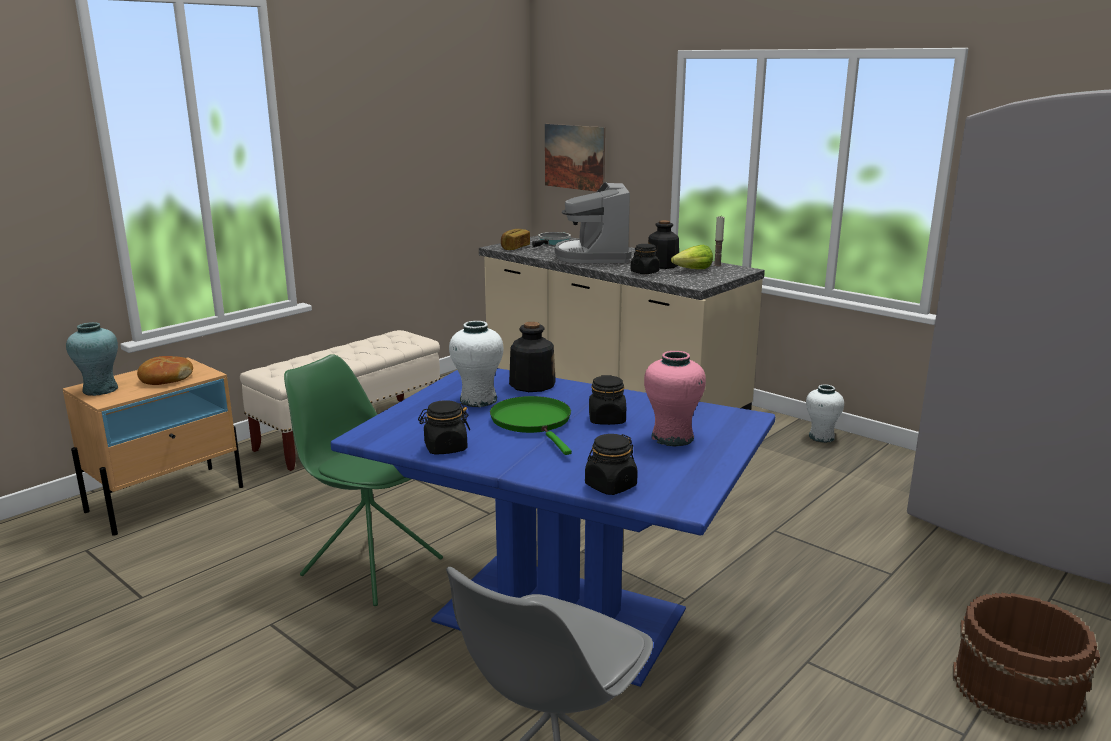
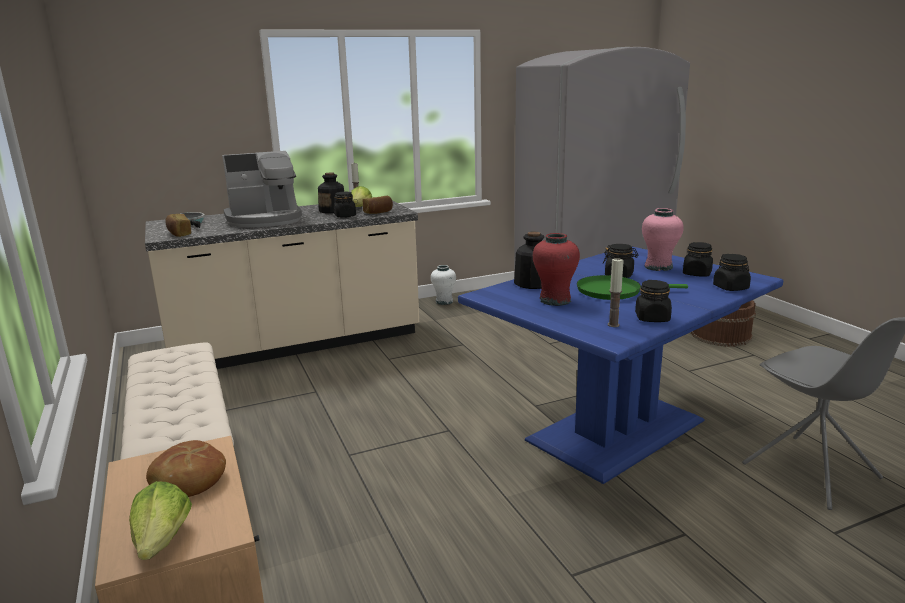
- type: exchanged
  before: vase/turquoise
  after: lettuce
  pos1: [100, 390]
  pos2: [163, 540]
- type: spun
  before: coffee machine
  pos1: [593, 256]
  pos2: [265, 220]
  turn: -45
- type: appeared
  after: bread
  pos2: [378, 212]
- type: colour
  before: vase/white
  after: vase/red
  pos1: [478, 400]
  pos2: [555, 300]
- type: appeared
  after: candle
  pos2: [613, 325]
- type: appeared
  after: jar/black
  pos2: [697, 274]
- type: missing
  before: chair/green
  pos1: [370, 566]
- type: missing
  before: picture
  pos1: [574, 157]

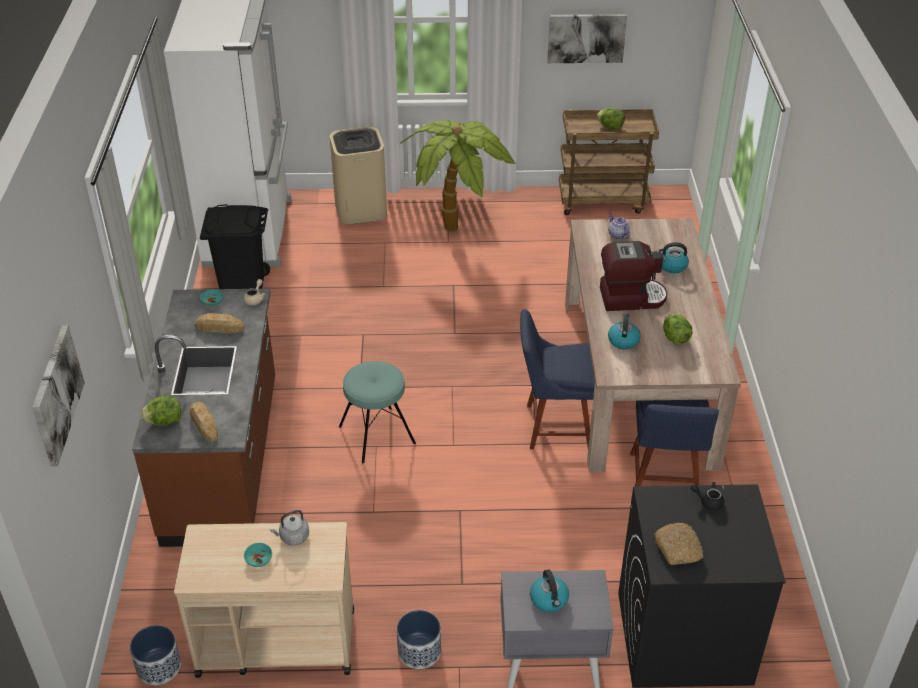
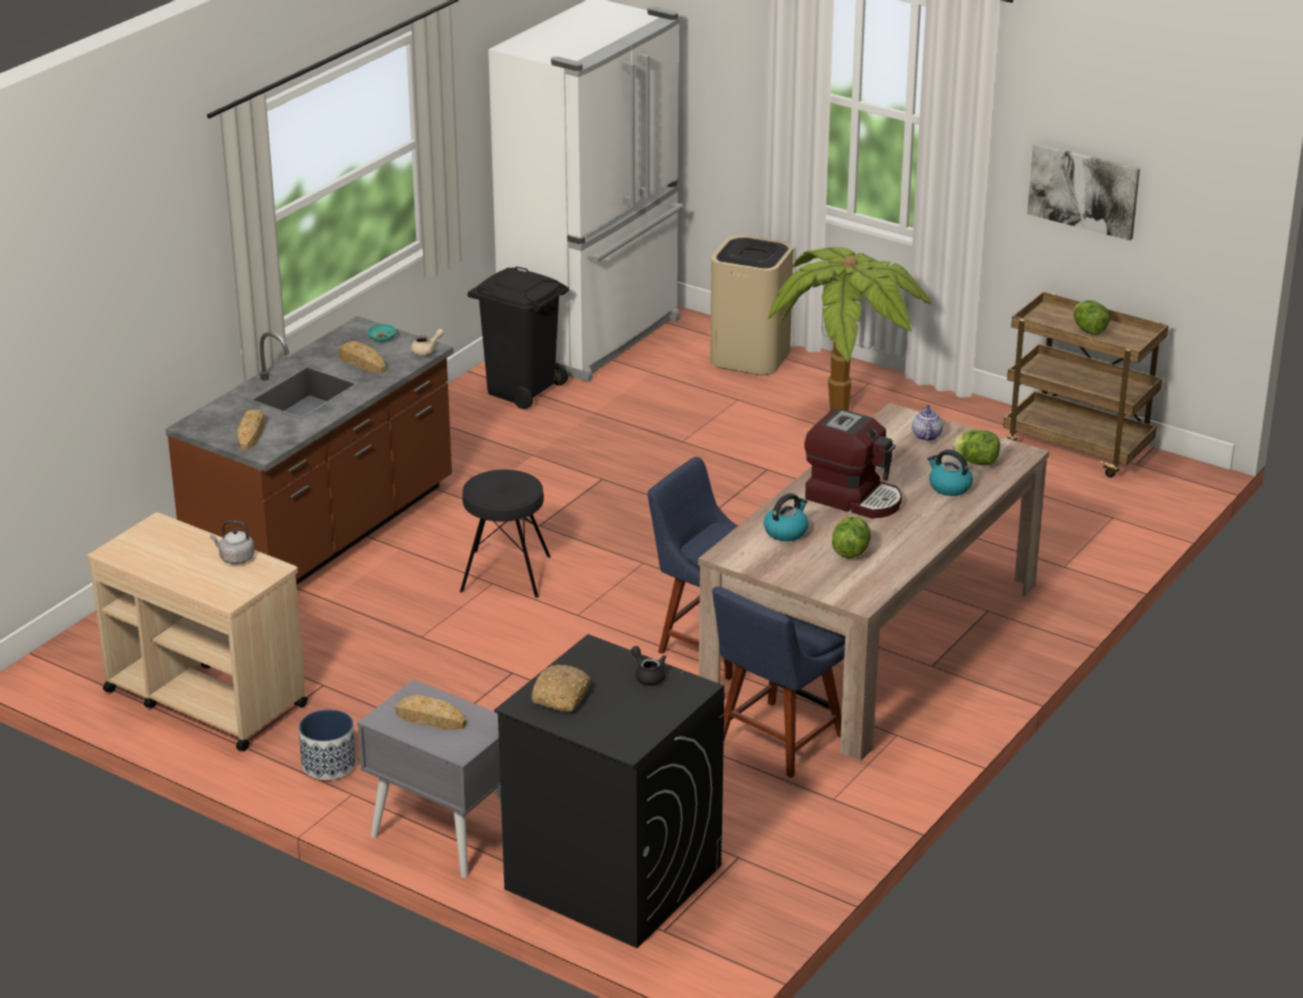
- type: exchanged
  before: kettle
  after: bread
  pos1: [549, 600]
  pos2: [430, 719]
- type: colour
  before: stool/turquoise
  after: stool/black
  pos1: [377, 435]
  pos2: [505, 574]
- type: relocated
  before: lettuce
  pos1: [164, 421]
  pos2: [976, 462]
- type: missing
  before: picture
  pos1: [56, 394]
- type: missing
  before: planter
  pos1: [159, 667]
- type: missing
  before: bowl/turquoise
  pos1: [259, 559]

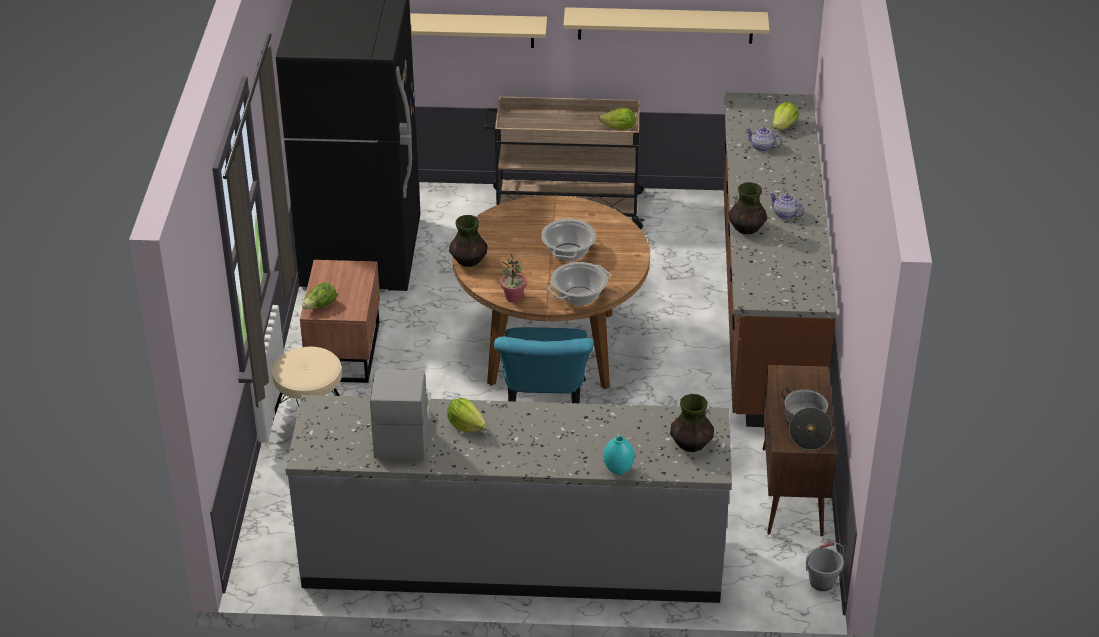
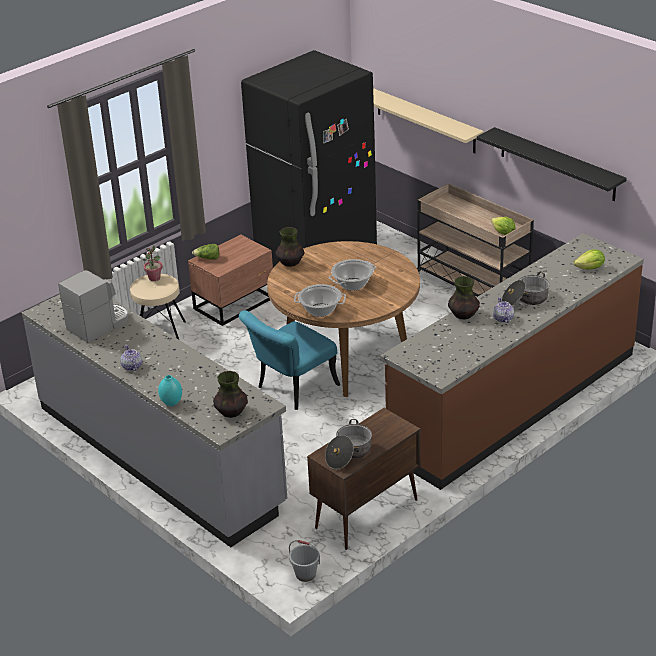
- type: relocated
  before: teapot
  pos1: [762, 147]
  pos2: [132, 367]
- type: relocated
  before: potted plant
  pos1: [513, 297]
  pos2: [154, 278]
- type: colour
  before: shelf/beige
  after: shelf/black
  pos1: [665, 25]
  pos2: [557, 164]
- type: appeared
  after: cooking pot
  pos2: [525, 299]
- type: missing
  before: lettuce
  pos1: [466, 425]

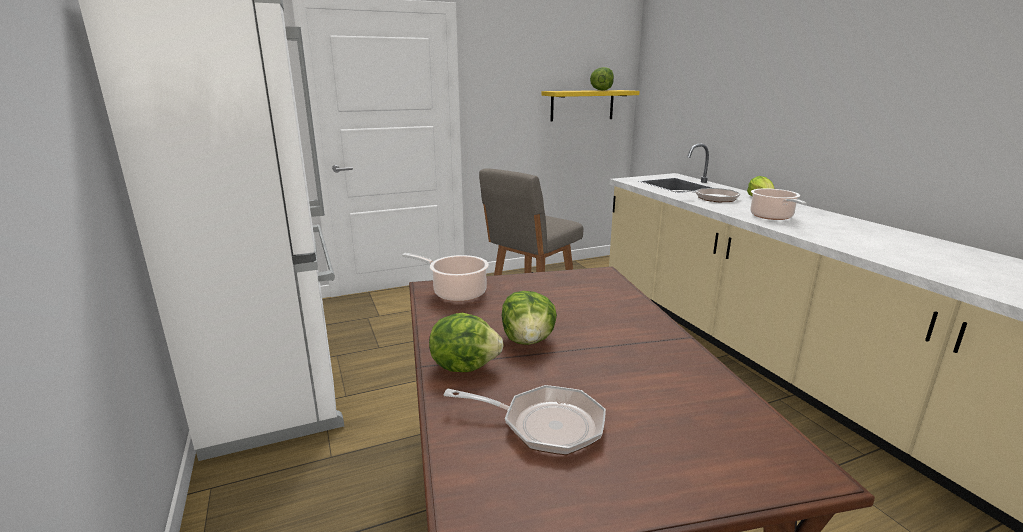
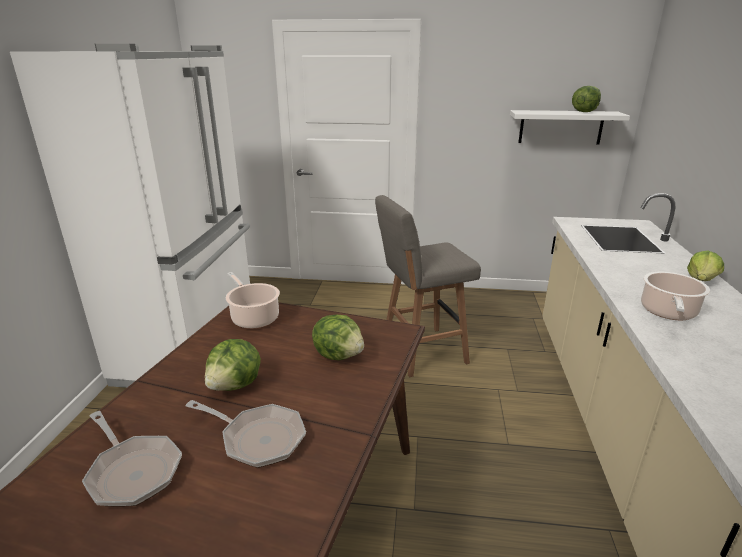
- type: relocated
  before: frying pan
  pos1: [712, 198]
  pos2: [258, 438]
- type: relocated
  before: lettuce
  pos1: [465, 366]
  pos2: [339, 354]
- type: colour
  before: shelf/yellow
  after: shelf/white
  pos1: [582, 105]
  pos2: [560, 127]

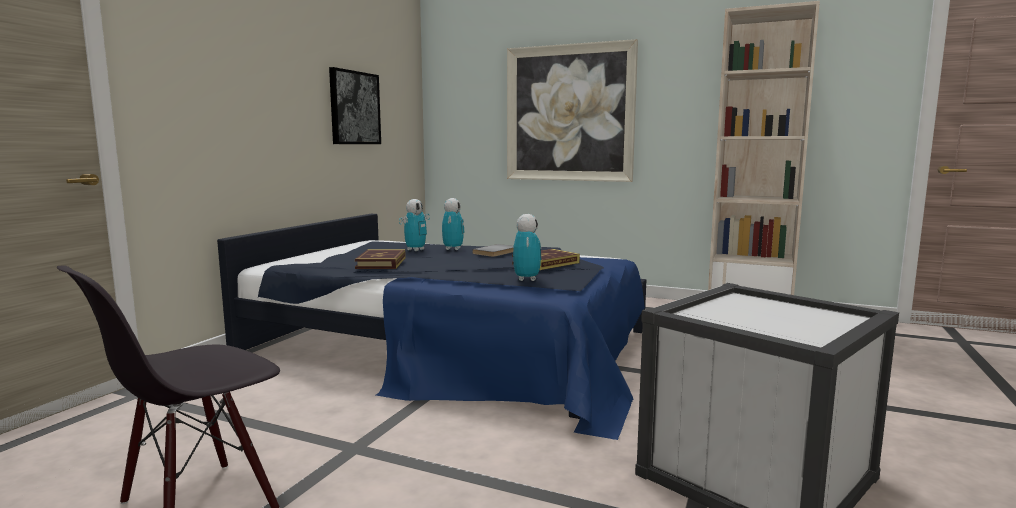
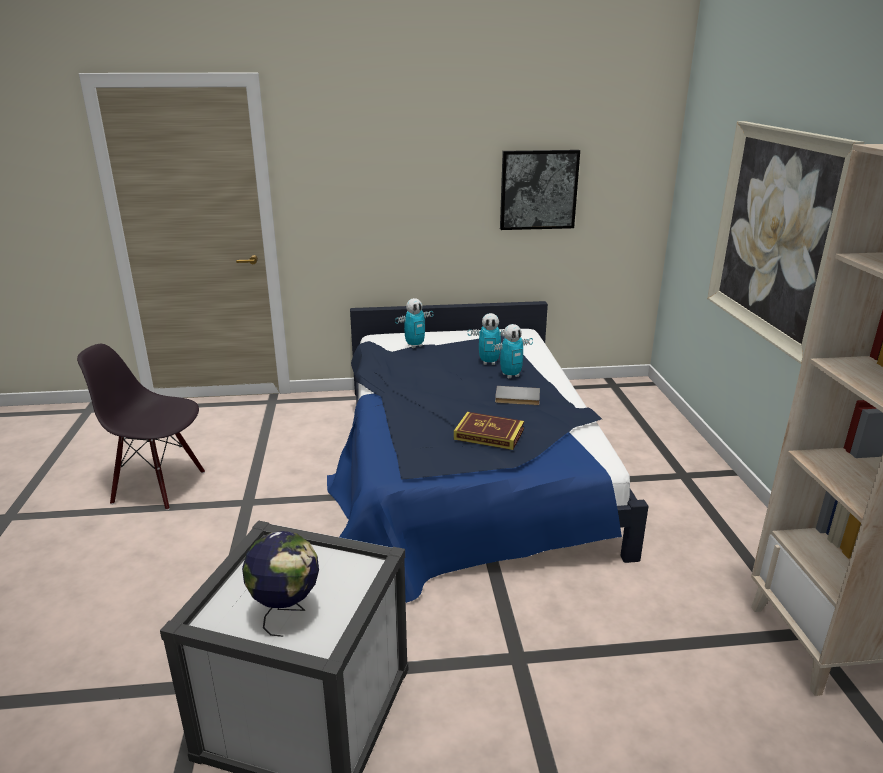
- type: appeared
  after: globe
  pos2: [286, 613]
- type: relocated
  before: toy robot
  pos1: [526, 279]
  pos2: [415, 345]
- type: missing
  before: book
  pos1: [381, 263]

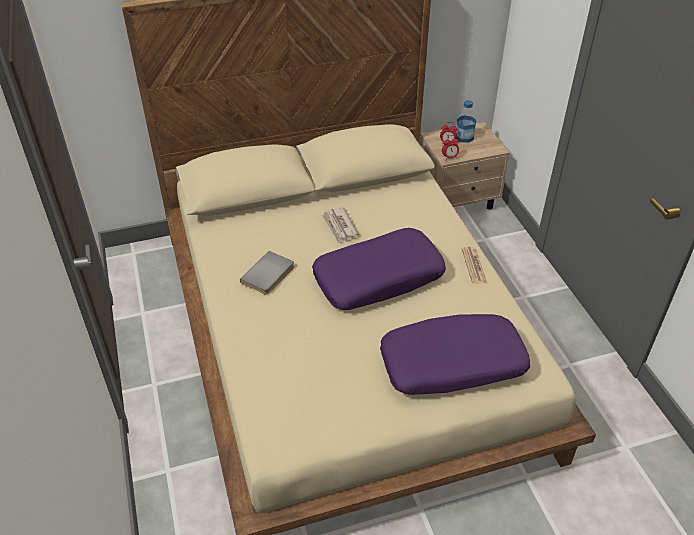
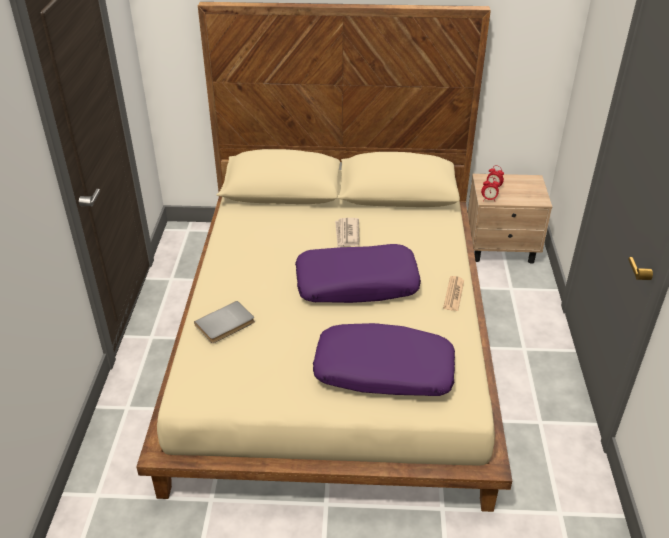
- type: relocated
  before: book/grey
  pos1: [269, 275]
  pos2: [226, 324]
- type: missing
  before: bottle
  pos1: [464, 137]

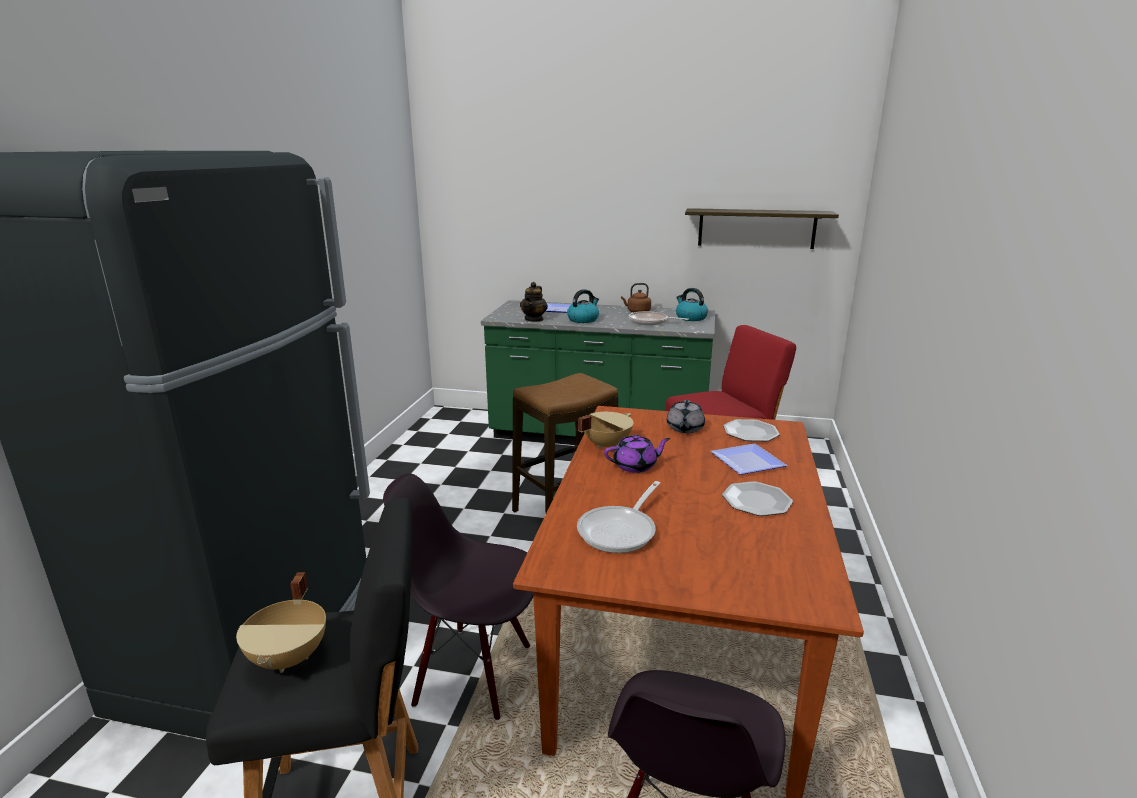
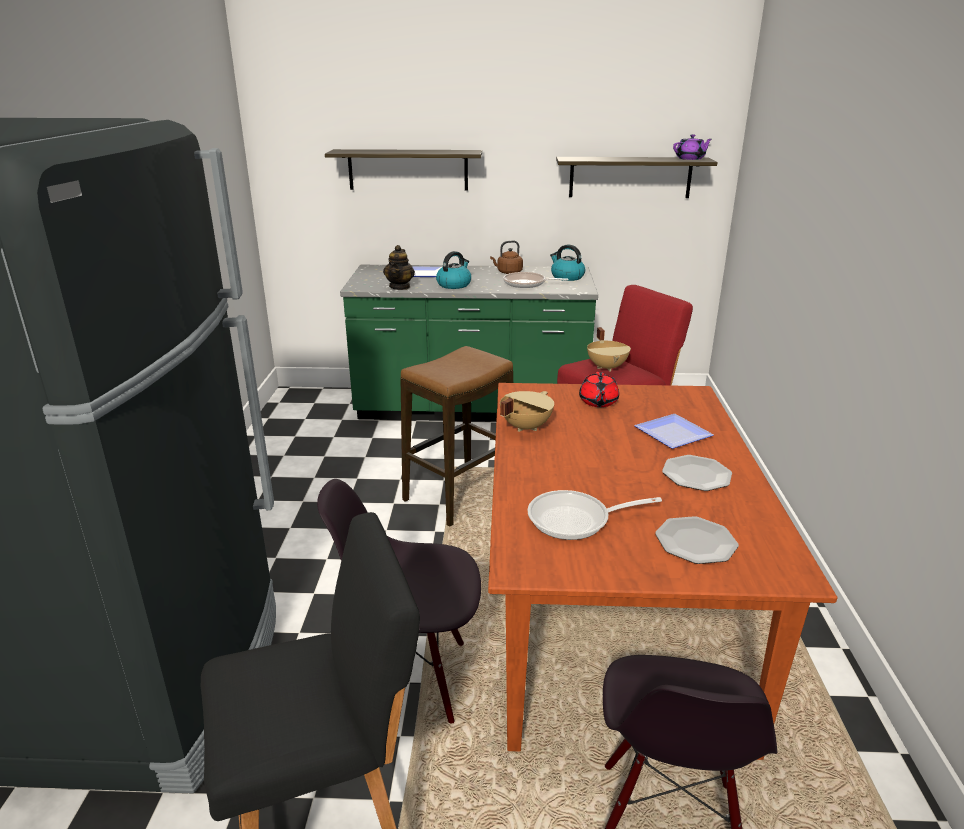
- type: appeared
  after: shelf
  pos2: [408, 170]
- type: spun
  before: frying pan
  pos1: [620, 531]
  pos2: [576, 520]
  turn: 60
- type: colour
  before: teapot/grey
  after: teapot/red
  pos1: [684, 428]
  pos2: [598, 402]
- type: relocated
  before: cooking pot/beige
  pos1: [290, 658]
  pos2: [607, 367]
- type: relocated
  before: plate
  pos1: [750, 432]
  pos2: [696, 542]
- type: relocated
  before: teapot/purple
  pos1: [635, 466]
  pos2: [690, 159]

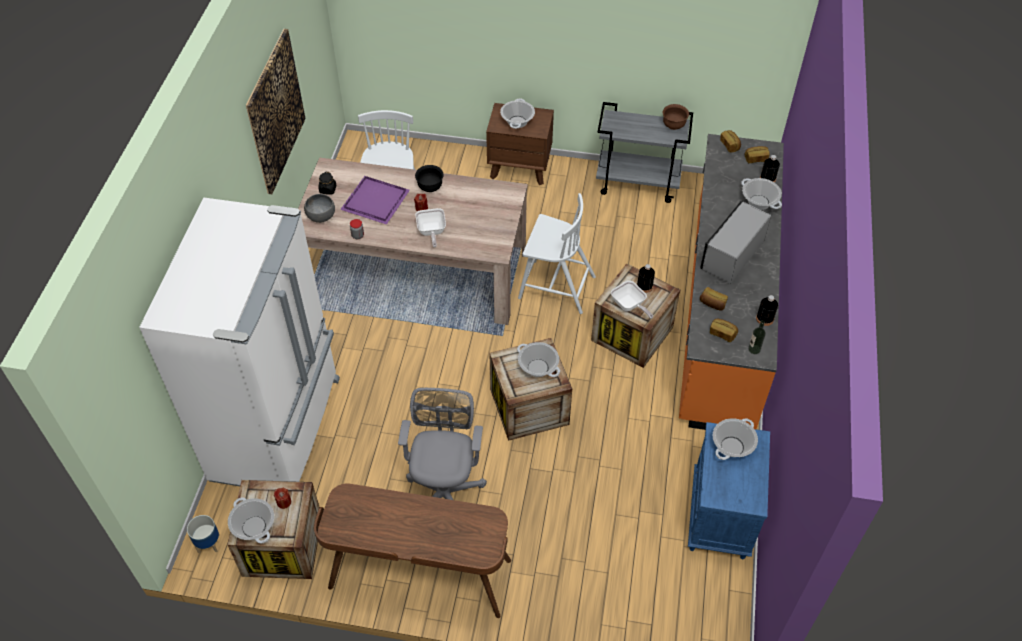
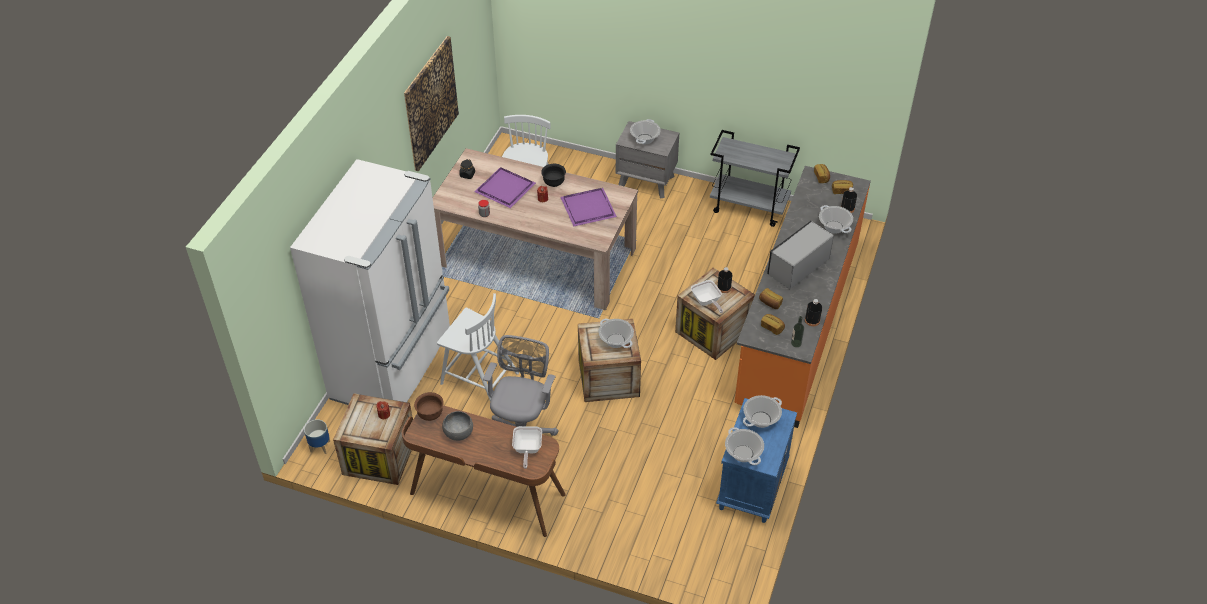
- type: relocated
  before: bowl/brown
  pos1: [673, 125]
  pos2: [430, 414]
- type: relocated
  before: chair/white
  pos1: [555, 287]
  pos2: [478, 377]
- type: relocated
  before: bowl/grey
  pos1: [321, 216]
  pos2: [458, 433]
- type: relocated
  before: frying pan
  pos1: [431, 232]
  pos2: [527, 450]
- type: appeared
  after: tray/purple
  pos2: [587, 209]
- type: colour
  before: nightstand/brown
  after: nightstand/grey
  pos1: [520, 167]
  pos2: [646, 181]
- type: relocated
  before: cooking pot
  pos1: [254, 527]
  pos2: [743, 453]

